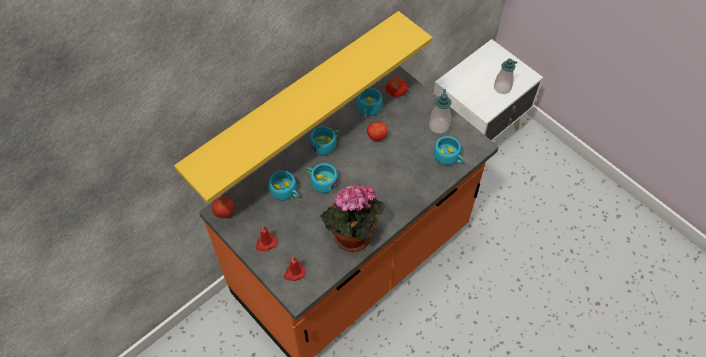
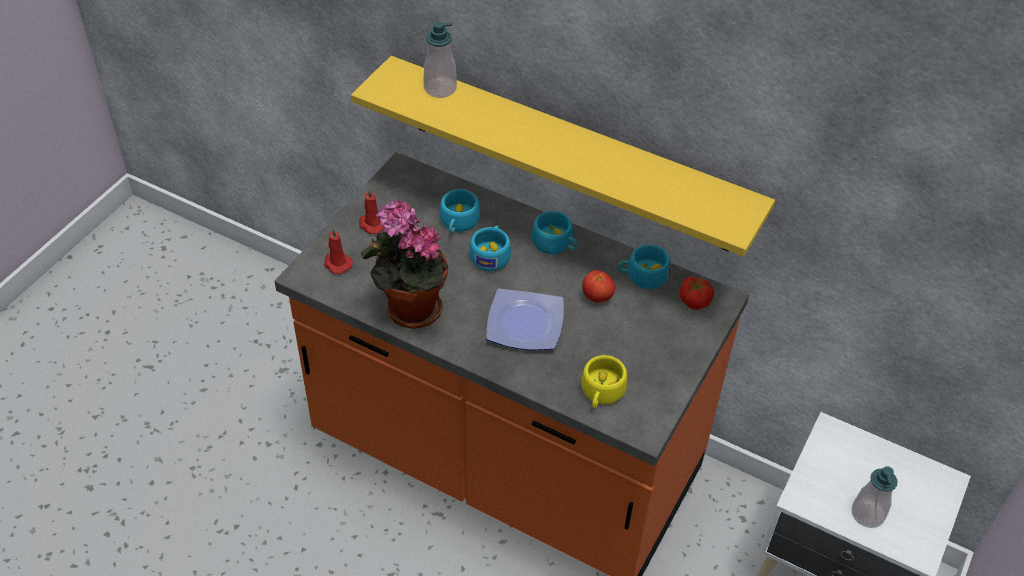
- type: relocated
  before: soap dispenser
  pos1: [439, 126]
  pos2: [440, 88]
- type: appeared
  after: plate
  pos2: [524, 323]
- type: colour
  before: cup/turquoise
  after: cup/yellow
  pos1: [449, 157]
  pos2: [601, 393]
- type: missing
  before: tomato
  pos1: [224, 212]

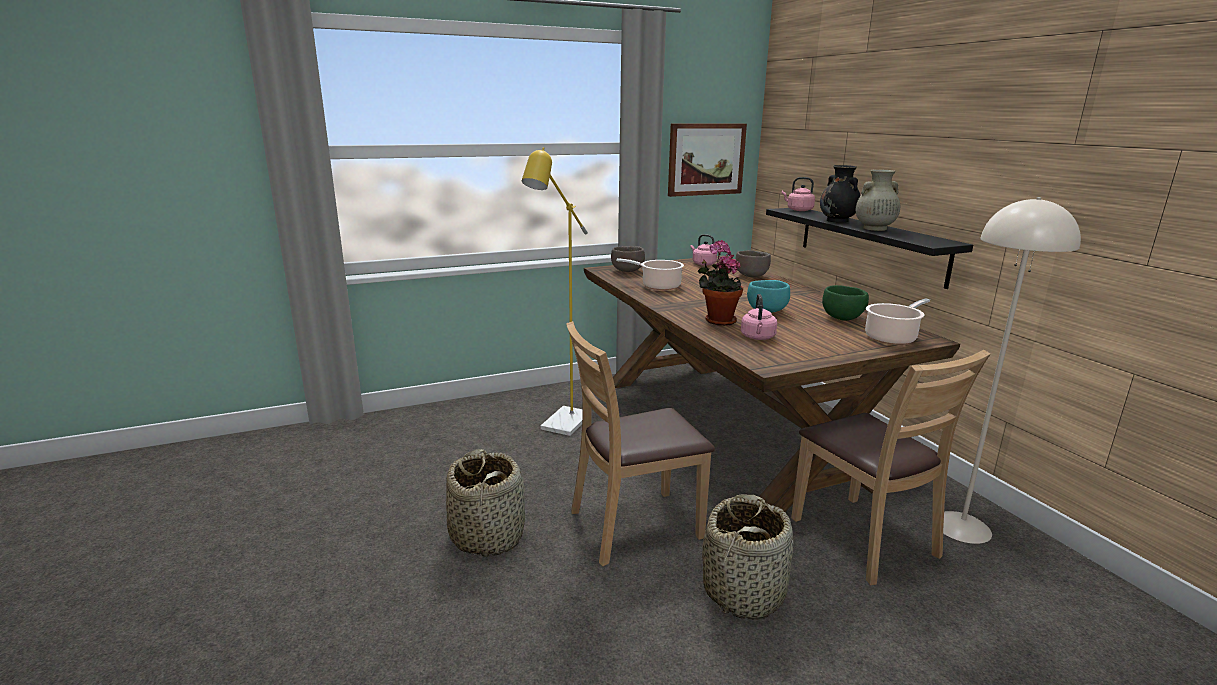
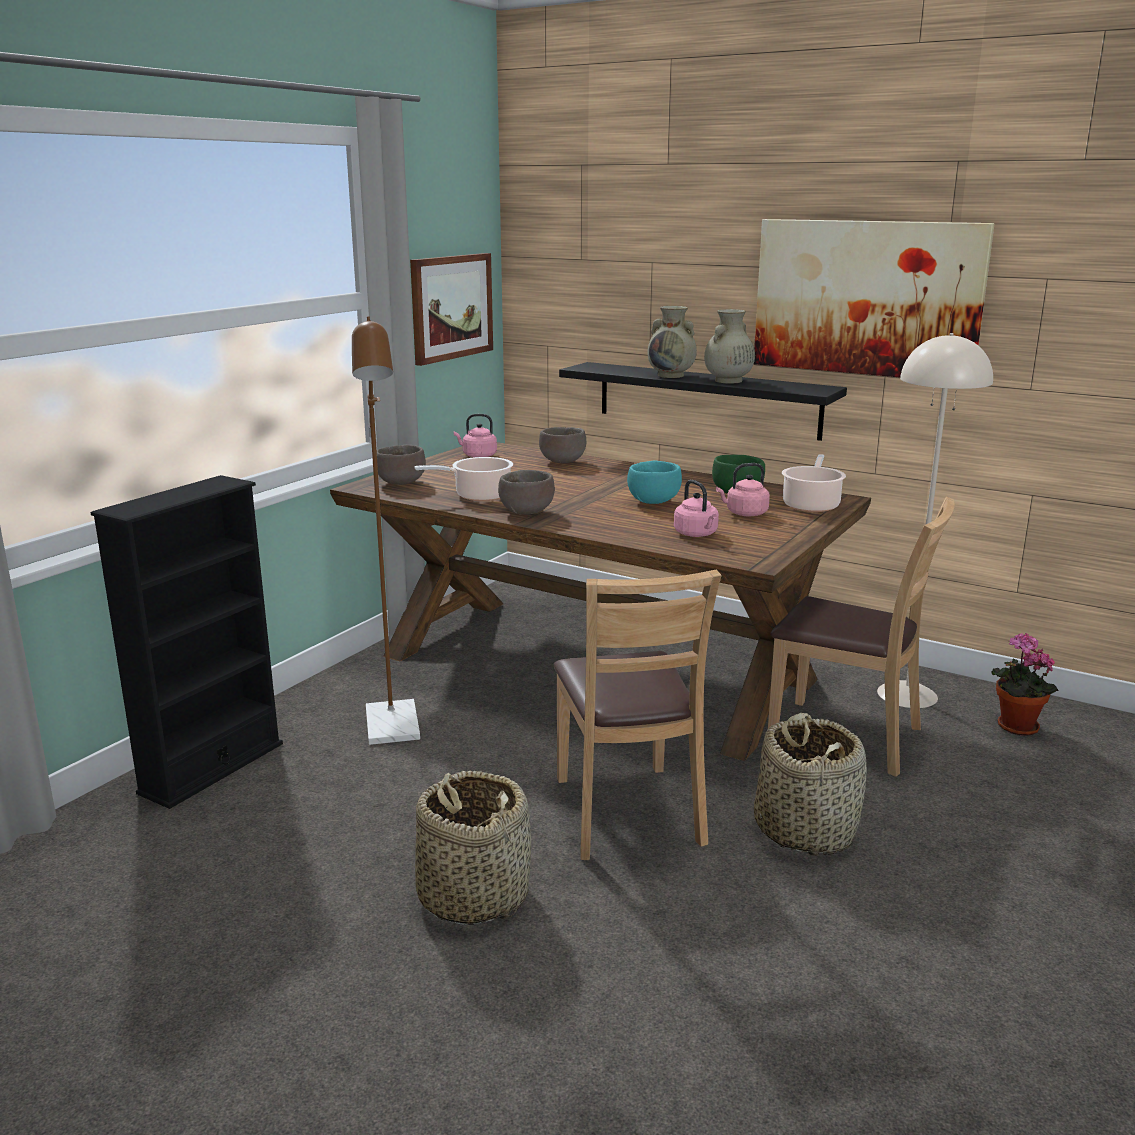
- type: appeared
  after: bookcase/black
  pos2: [212, 768]
- type: colour
  before: floor lamp/yellow
  after: floor lamp/brown
  pos1: [562, 426]
  pos2: [393, 731]
- type: appeared
  after: bowl/brown
  pos2: [527, 512]
- type: spun
  before: chair/brown
  pos1: [634, 525]
  pos2: [626, 812]
  turn: -45
- type: colour
  before: vase/black
  after: vase/beige
  pos1: [838, 221]
  pos2: [671, 375]
- type: relocated
  before: kettle/pink
  pos1: [798, 210]
  pos2: [744, 513]
- type: appeared
  after: picture
  pos2: [866, 298]
- type: relocated
  before: potted plant
  pos1: [717, 320]
  pos2: [1014, 727]

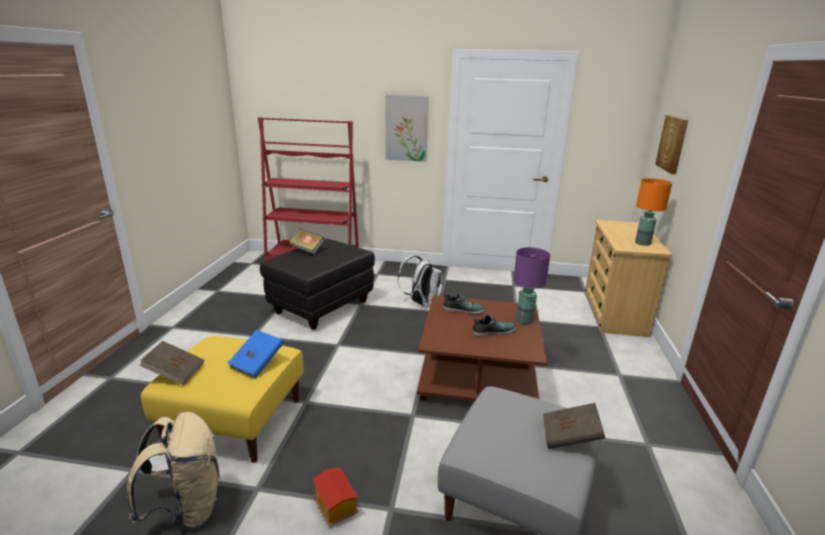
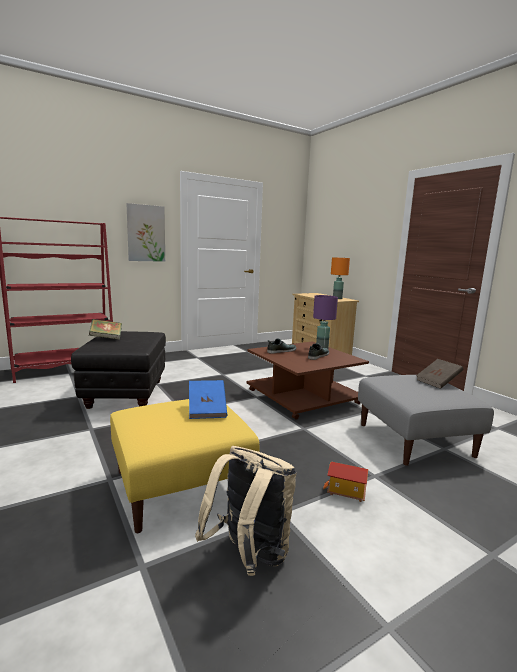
- type: missing
  before: book/brown
  pos1: [175, 372]
- type: missing
  before: backpack/white
  pos1: [421, 303]
- type: missing
  before: picture
  pos1: [673, 143]

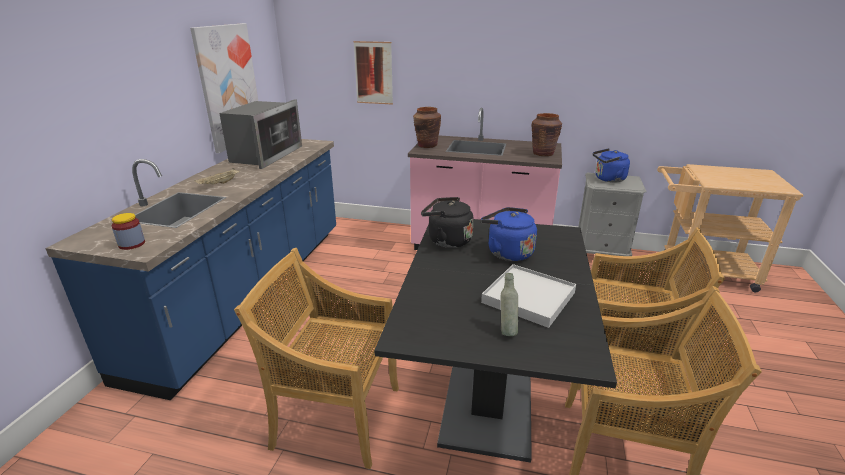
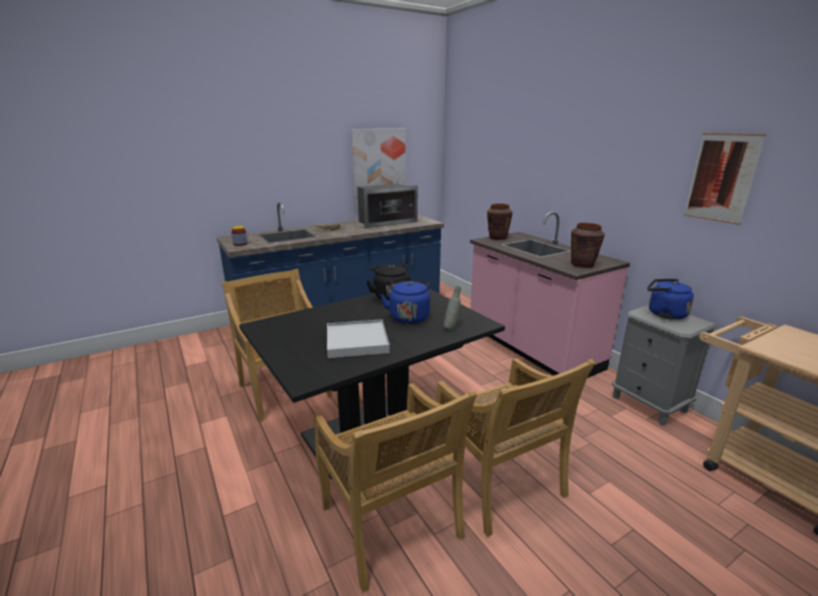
- type: relocated
  before: bottle/grey
  pos1: [507, 330]
  pos2: [451, 327]
- type: relocated
  before: picture
  pos1: [373, 73]
  pos2: [721, 178]

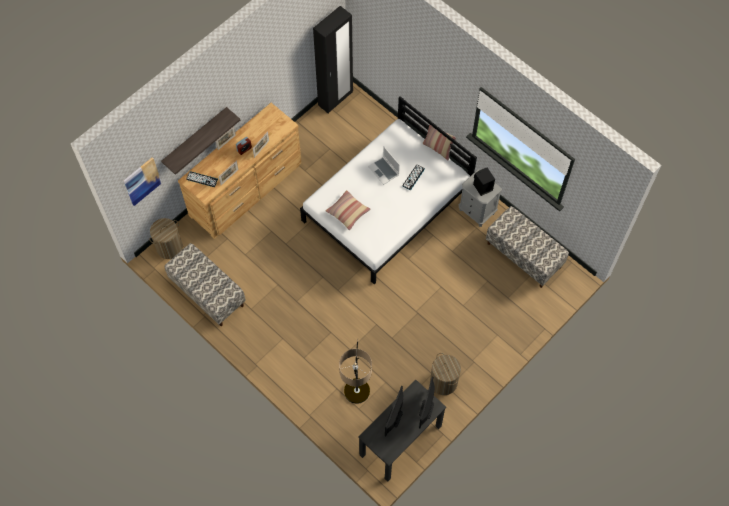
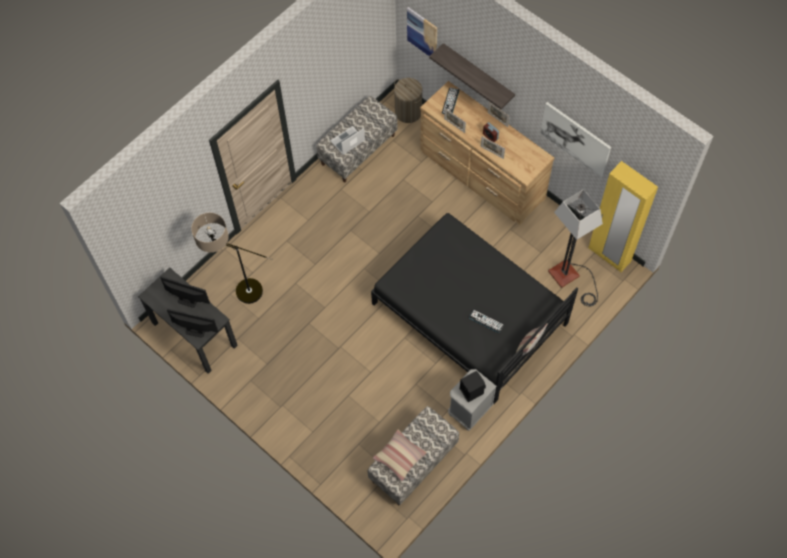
- type: relocated
  before: laptop
  pos1: [384, 171]
  pos2: [347, 141]
- type: colour
  before: bed/white
  after: bed/black
  pos1: [386, 207]
  pos2: [469, 313]
- type: relocated
  before: pillow
  pos1: [348, 212]
  pos2: [399, 457]
- type: appeared
  after: picture
  pos2: [575, 139]
- type: appeared
  after: floor lamp
  pos2: [570, 278]
- type: colour
  before: wardrobe/black
  after: wardrobe/yellow
  pos1: [335, 99]
  pos2: [609, 255]
- type: missing
  before: laundry basket
  pos1: [443, 382]

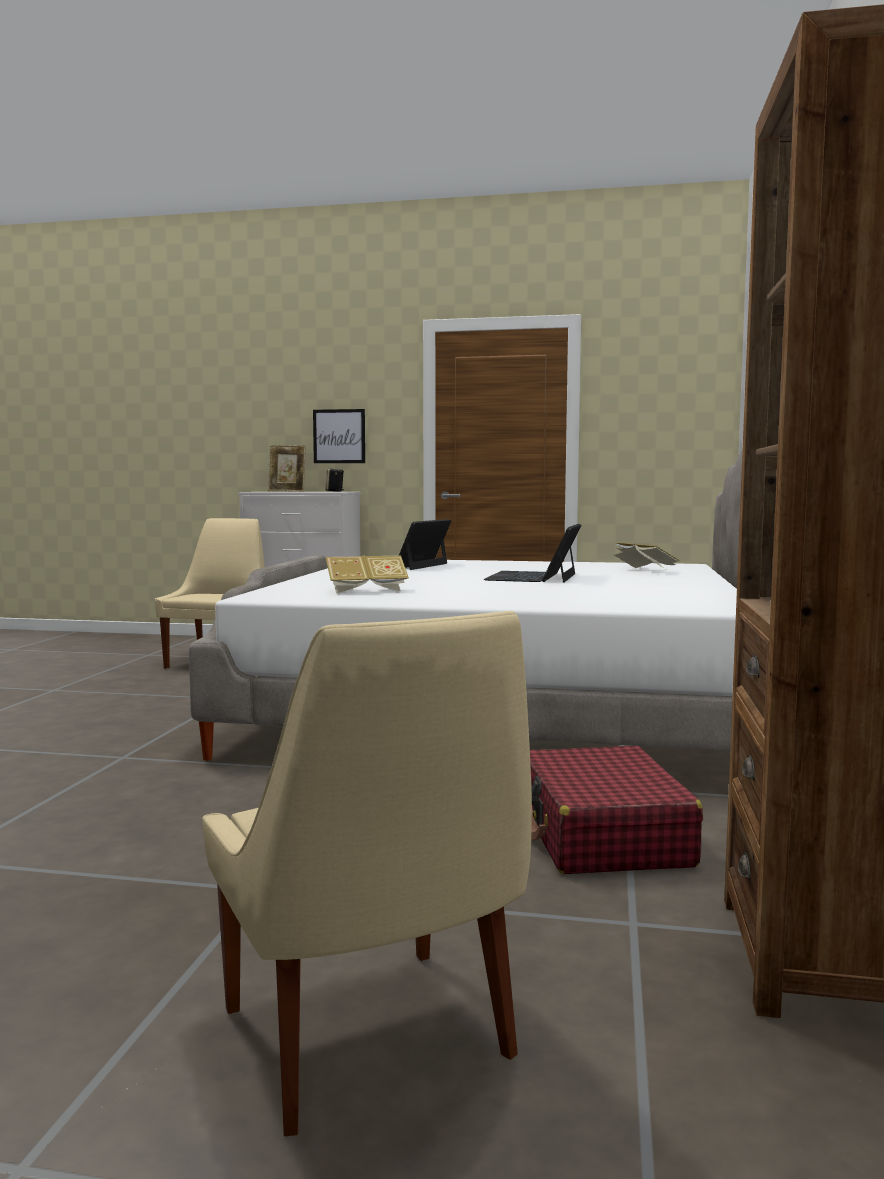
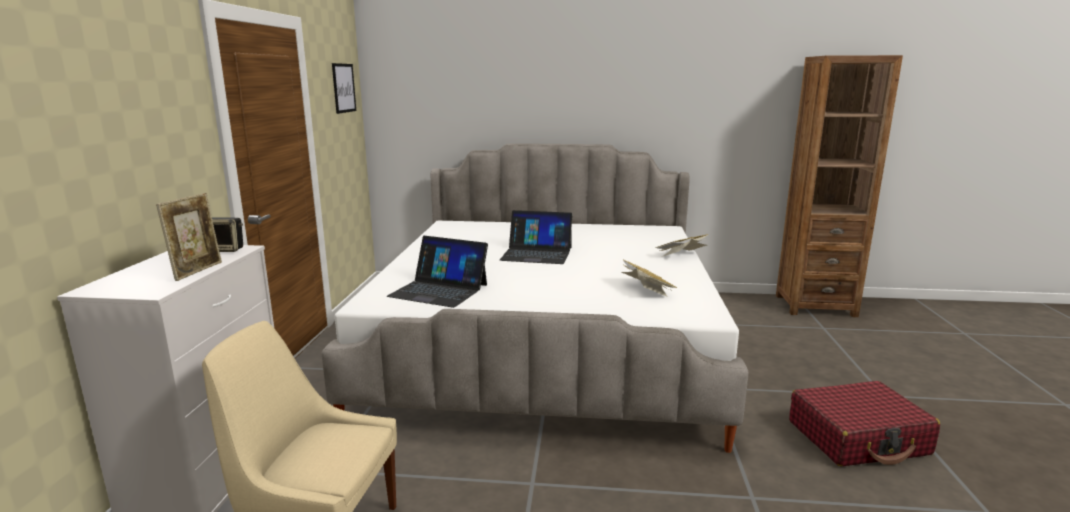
- type: relocated
  before: picture
  pos1: [339, 436]
  pos2: [343, 88]
- type: relocated
  before: book
  pos1: [644, 570]
  pos2: [682, 255]
- type: relocated
  before: suitcase/red
  pos1: [602, 835]
  pos2: [858, 438]
- type: missing
  before: chair/beige
  pos1: [370, 1040]

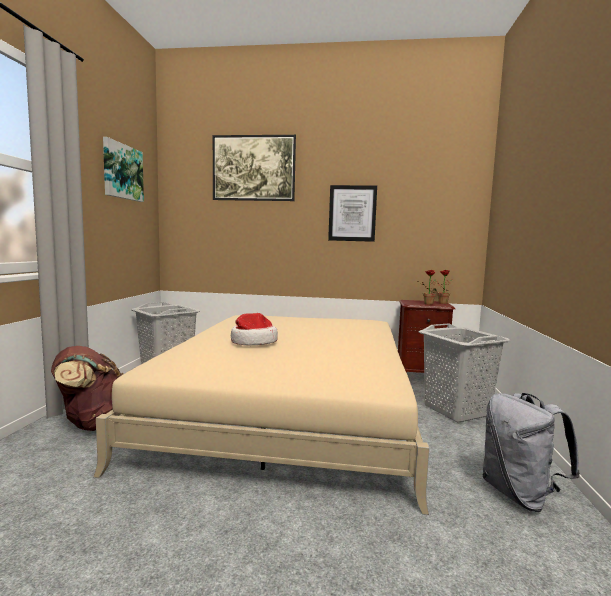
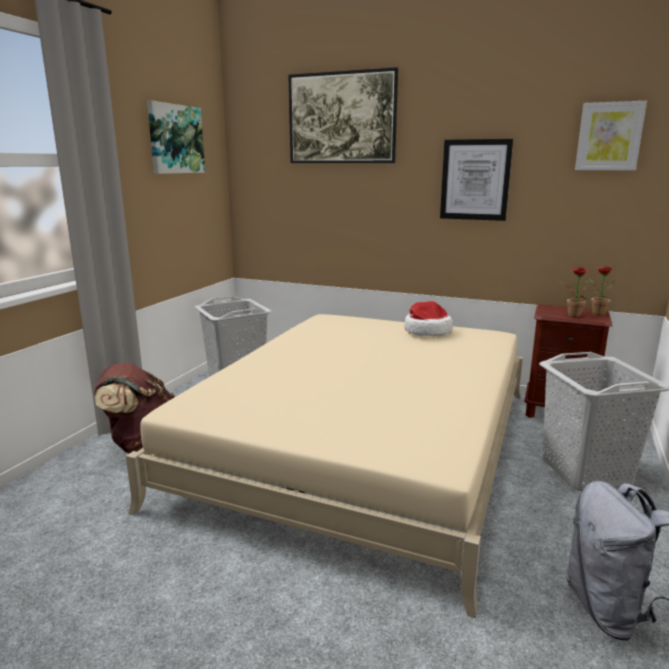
- type: relocated
  before: hat
  pos1: [253, 342]
  pos2: [426, 331]
- type: appeared
  after: picture
  pos2: [609, 136]

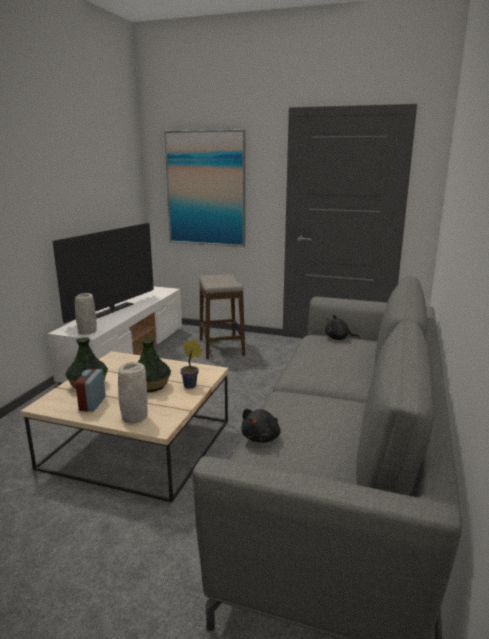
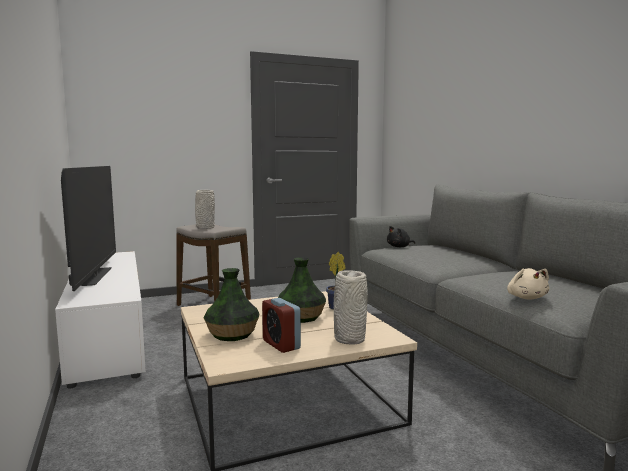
- type: relocated
  before: vase/grey
  pos1: [87, 332]
  pos2: [205, 228]
- type: colour
  before: plush toy/black
  after: plush toy/beige
  pos1: [262, 437]
  pos2: [526, 298]
- type: missing
  before: picture
  pos1: [206, 189]

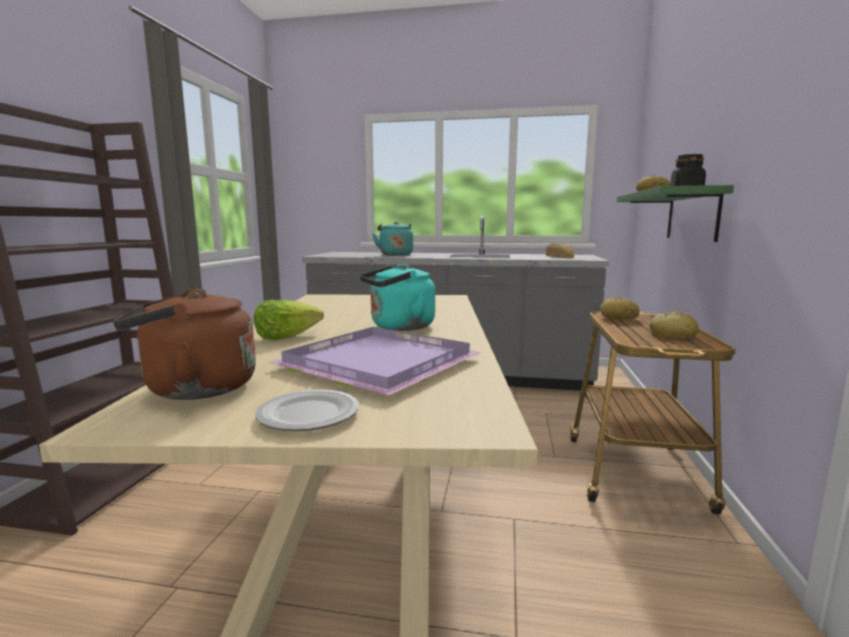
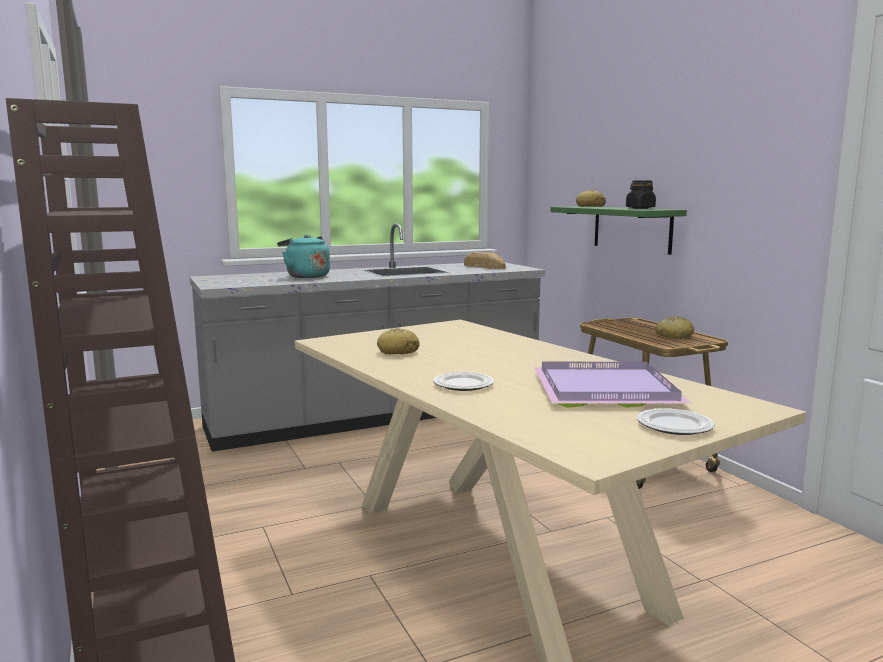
- type: relocated
  before: bread
  pos1: [618, 317]
  pos2: [398, 351]
- type: exchanged
  before: lettuce
  after: plate
  pos1: [287, 336]
  pos2: [462, 385]
- type: missing
  before: kettle/brown
  pos1: [194, 389]
- type: missing
  before: kettle/turquoise
  pos1: [399, 327]

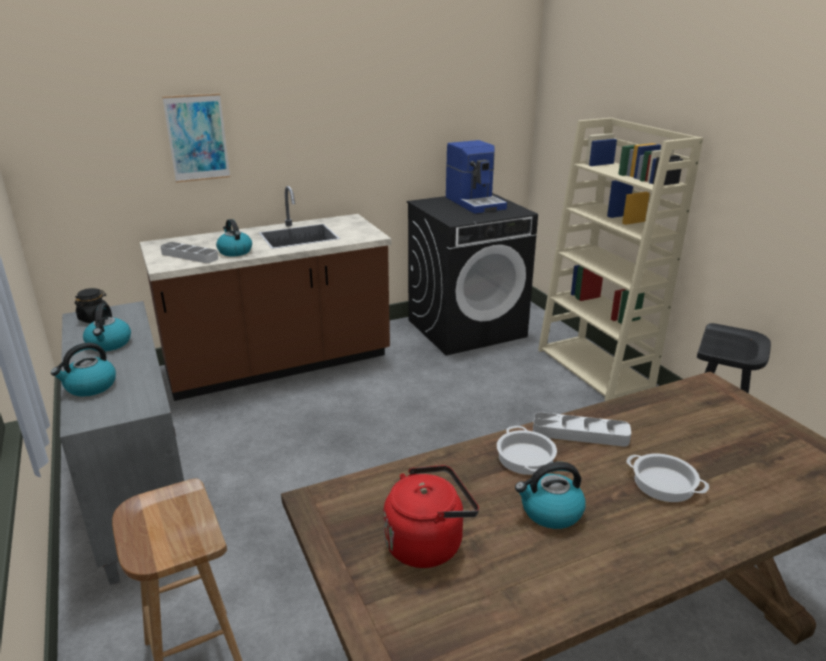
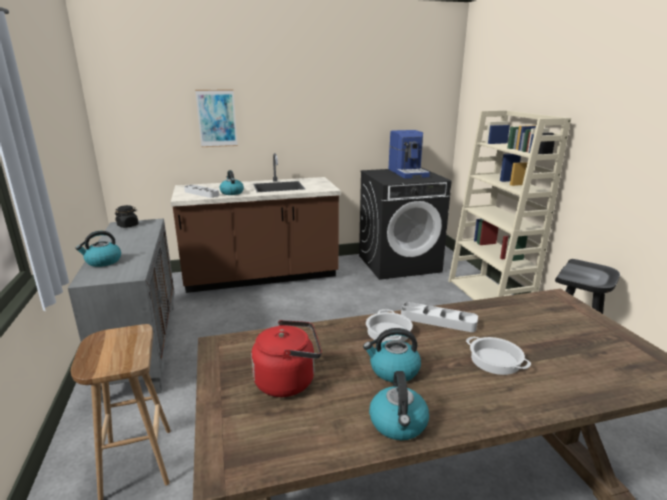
- type: relocated
  before: kettle
  pos1: [109, 344]
  pos2: [398, 424]

